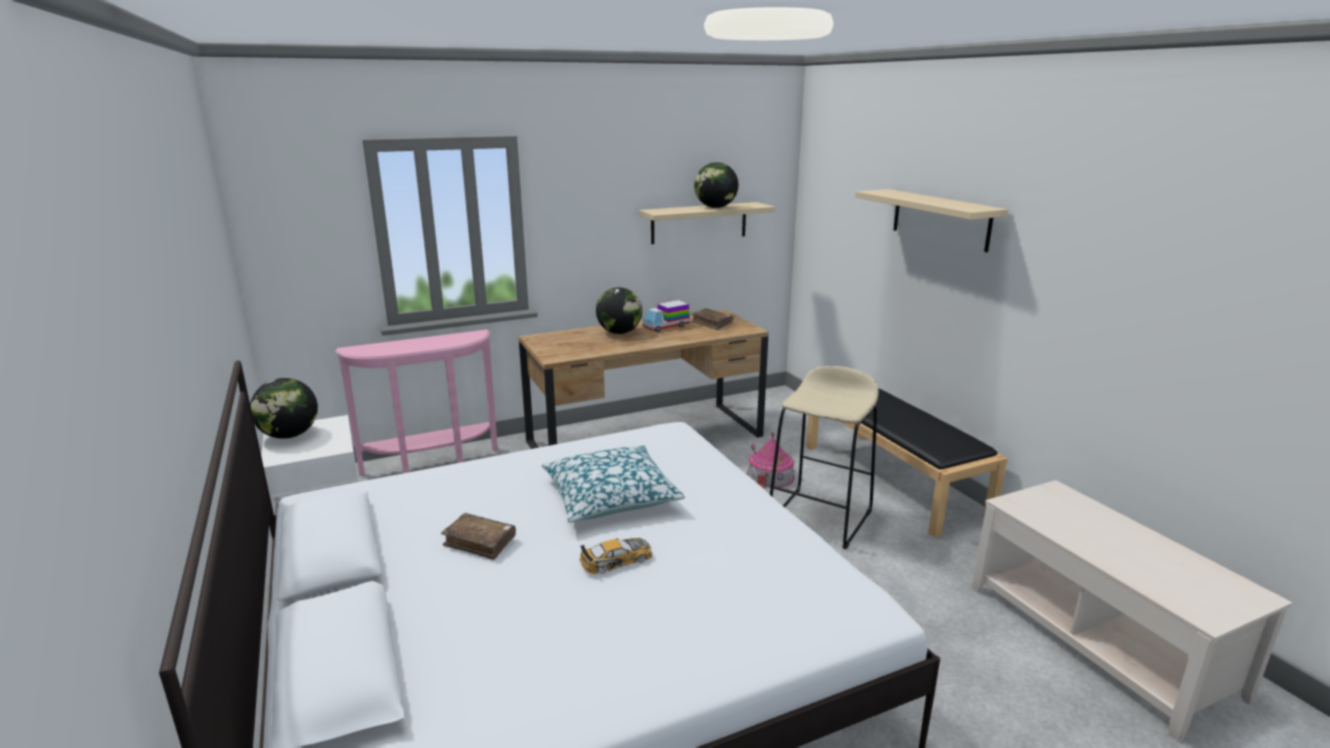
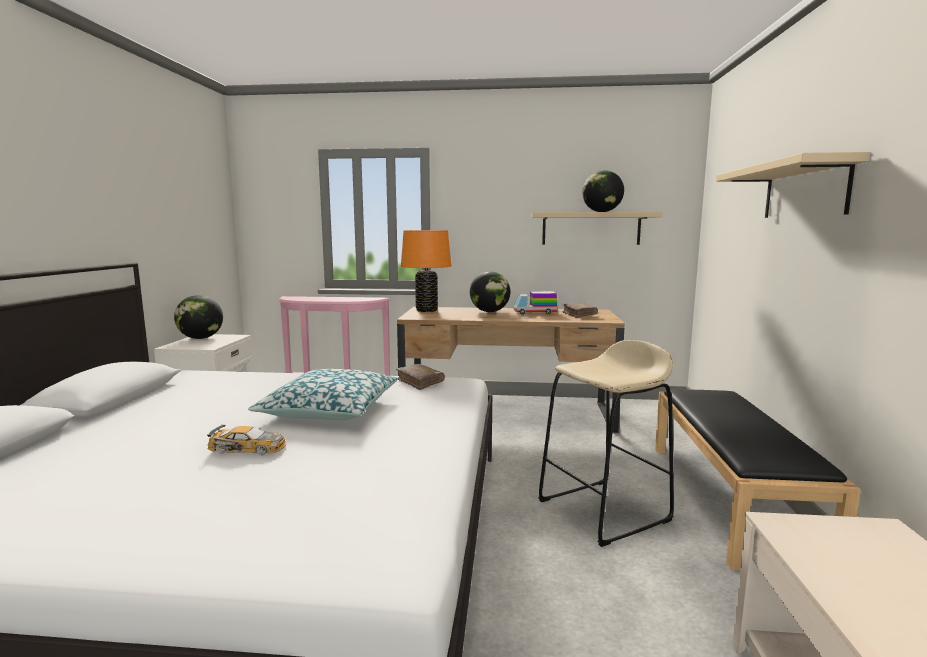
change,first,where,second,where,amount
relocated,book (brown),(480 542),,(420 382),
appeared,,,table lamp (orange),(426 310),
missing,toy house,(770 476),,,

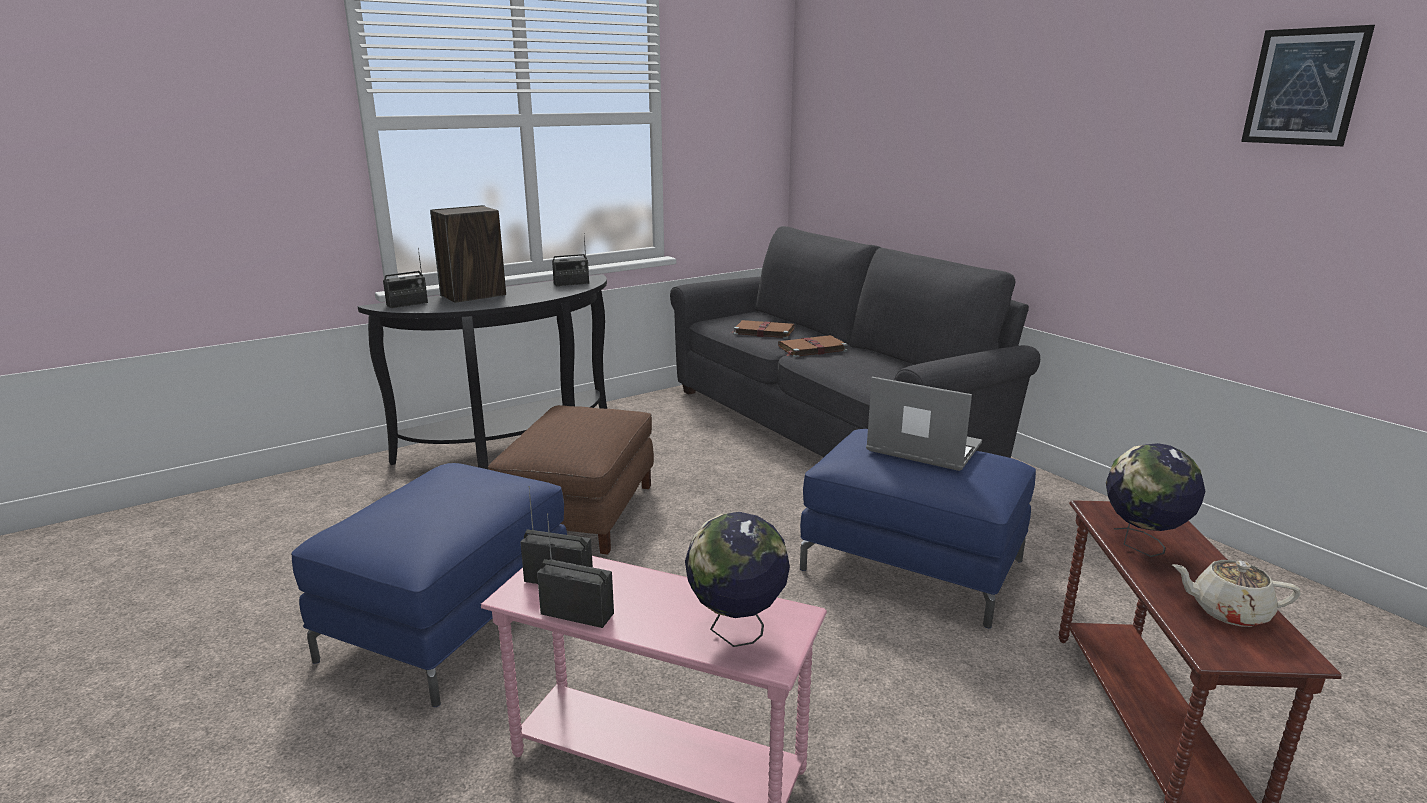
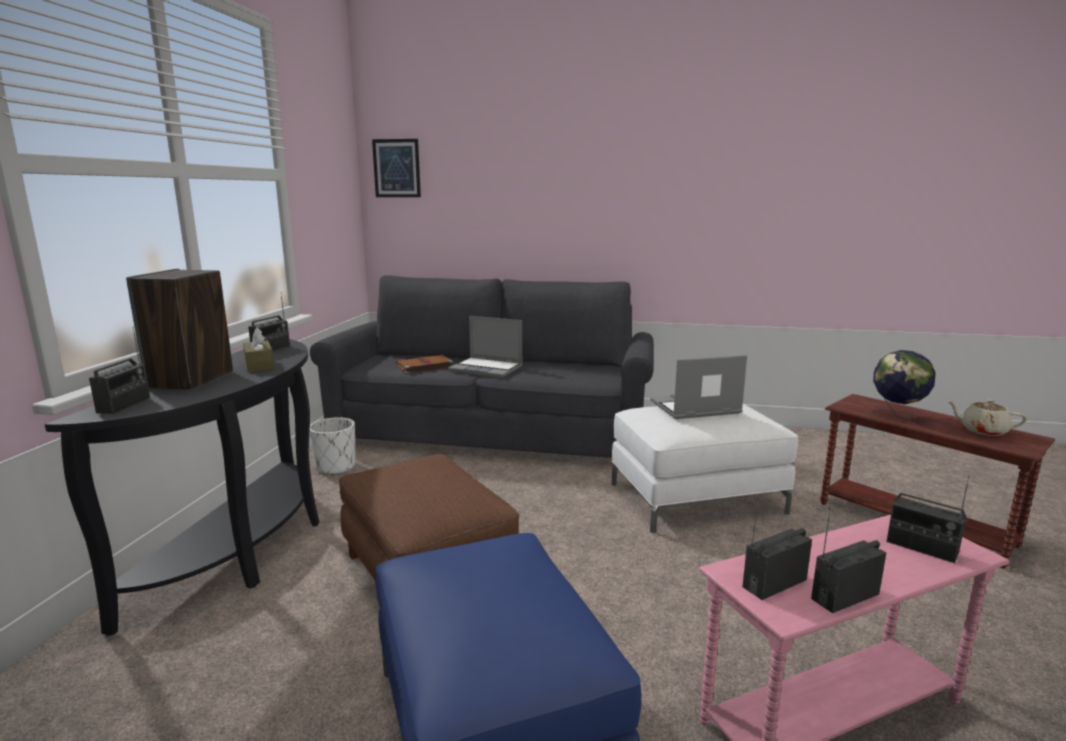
change,first,where,second,where,amount
appeared,,,tissue box (brown),(259 365),
appeared,,,planter (white),(335 467),
relocated,picture,(1304 87),,(396 168),
exchanged,book (brown),(811 349),laptop,(487 369),
colour,ottoman (blue),(911 564),ottoman (white),(696 498),
exchanged,globe,(736 631),radio,(921 548),
spun,teapot (beige),(1228 611),,(982 430),60 degrees clockwise

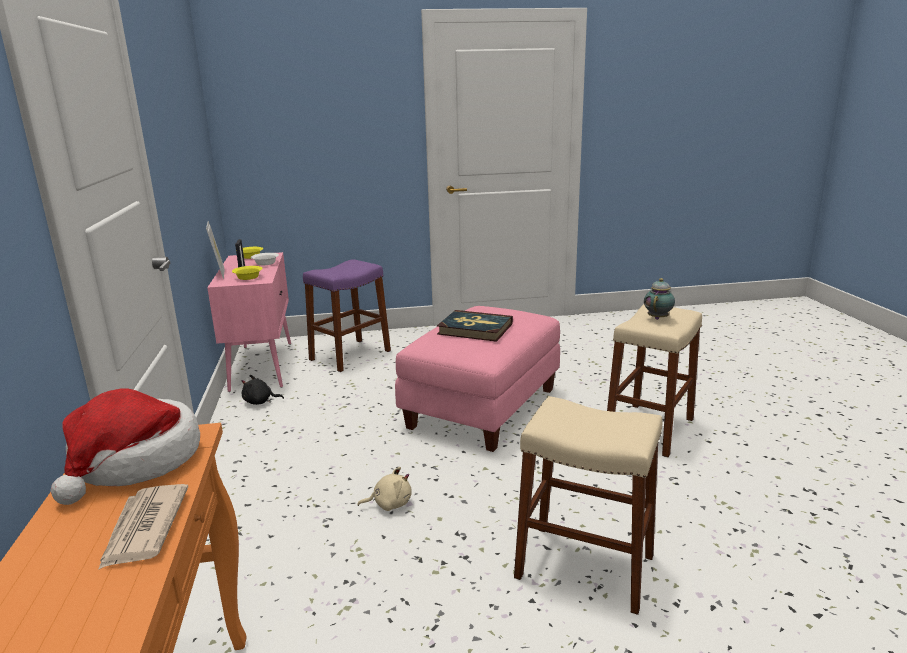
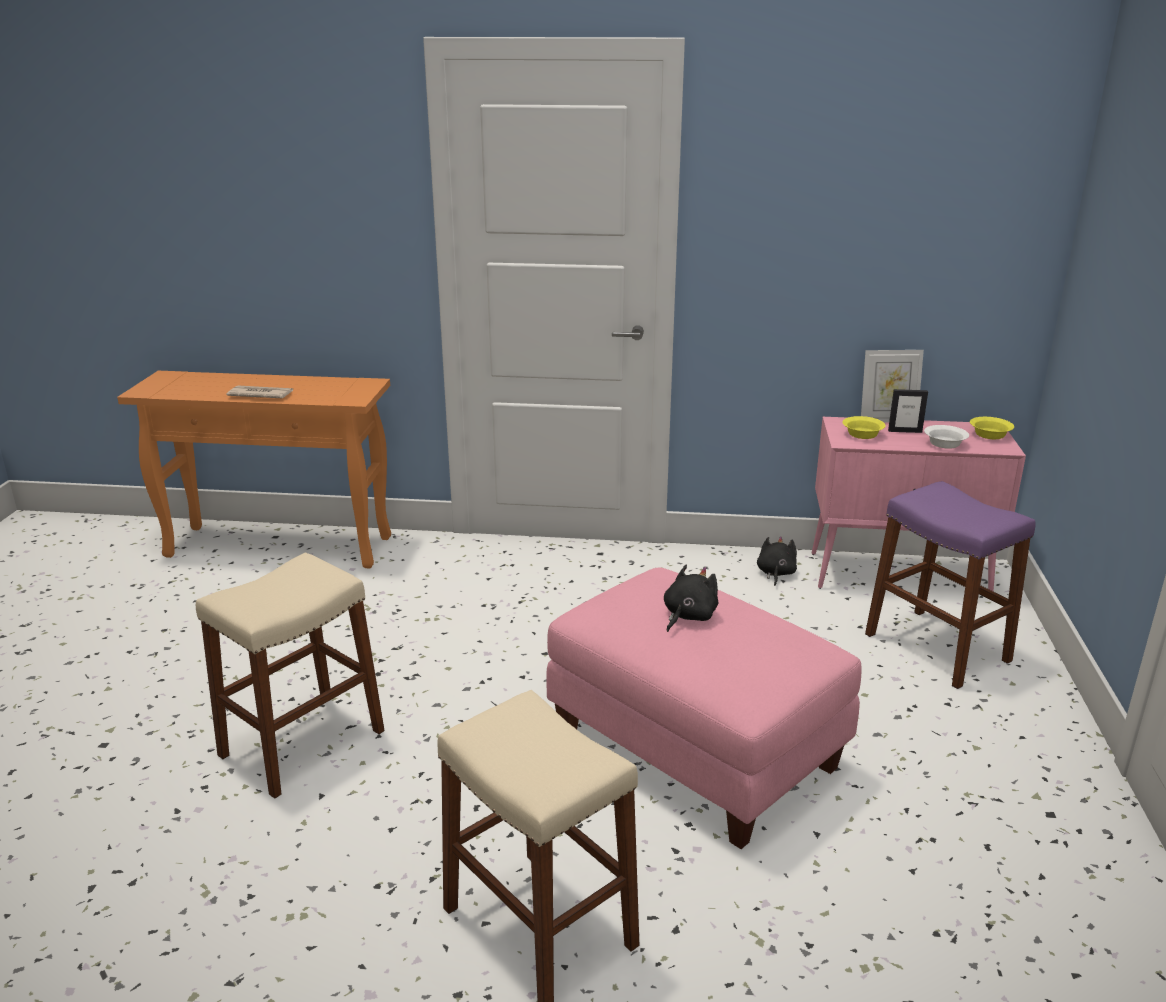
change,first,where,second,where,amount
exchanged,book,(475 329),plush toy (black),(688 616),
missing,hat,(135 462),,,
missing,plush toy (beige),(389 504),,,
missing,teapot,(658 318),,,

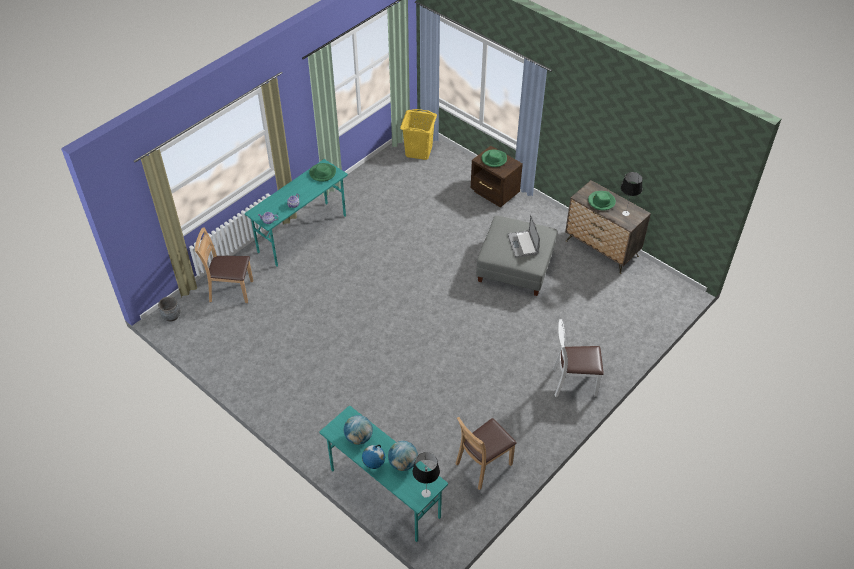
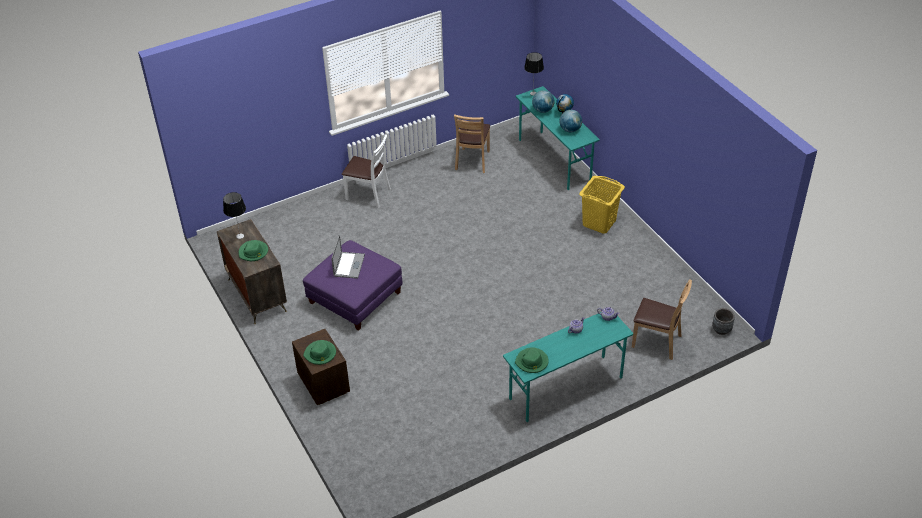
change,first,where,second,where,amount
colour,ottoman (grey),(515 267),ottoman (purple),(355 297),
spun,chair (brown),(483 465),,(472 161),120 degrees clockwise
relocated,laundry basket (yellow),(419 151),,(599 223),

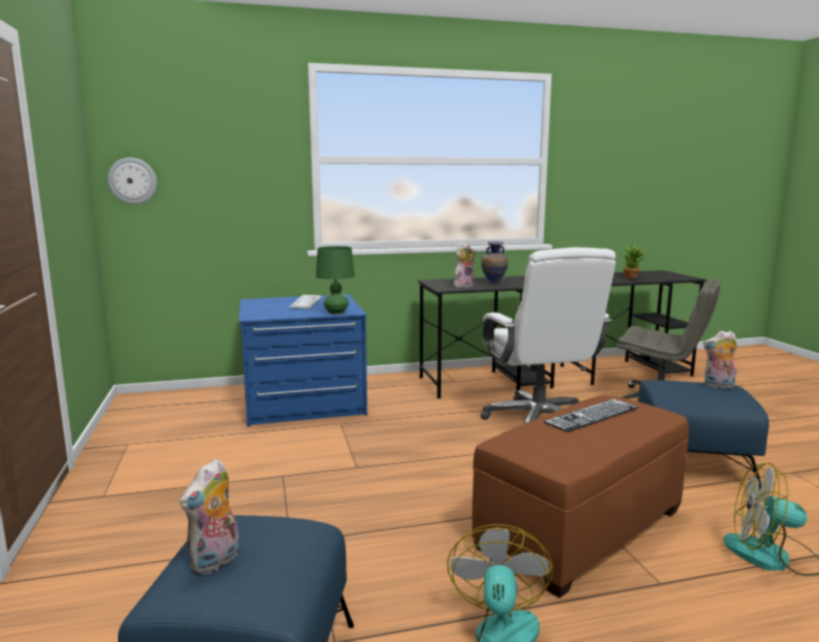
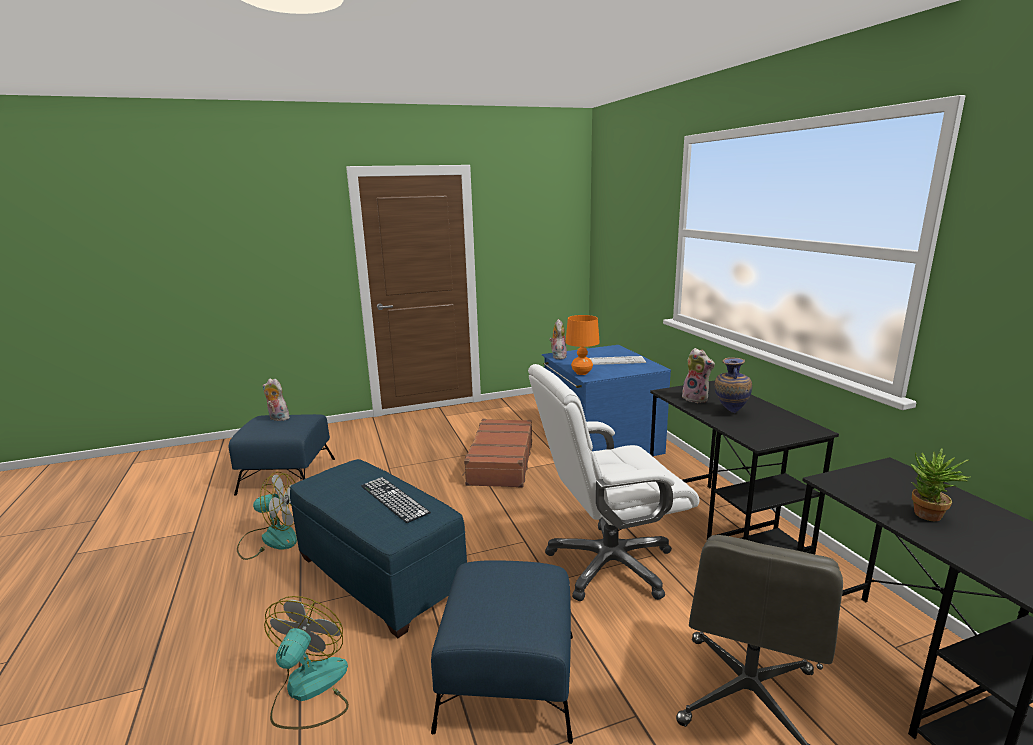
change,first,where,second,where,amount
colour,ottoman (brown),(581 530),ottoman (blue),(379 575),
appeared,,,suitcase (brown),(500 463),
relocated,plush toy,(718 386),,(558 356),
colour,table lamp (green),(336 312),table lamp (orange),(582 373),
missing,wall clock,(132 181),,,

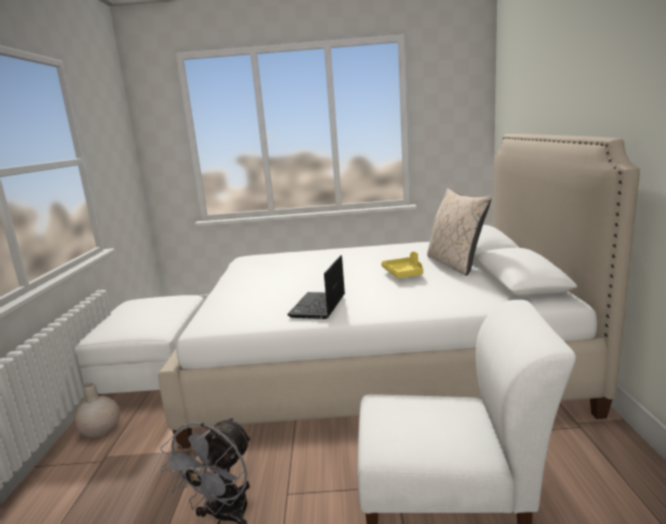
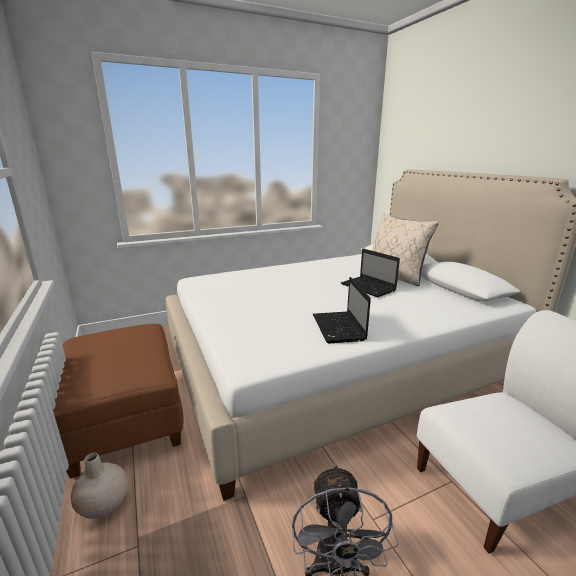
change,first,where,second,where,amount
colour,ottoman (white),(156 377),ottoman (brown),(127 419),
exchanged,tray (yellow),(404 273),laptop,(369 287),

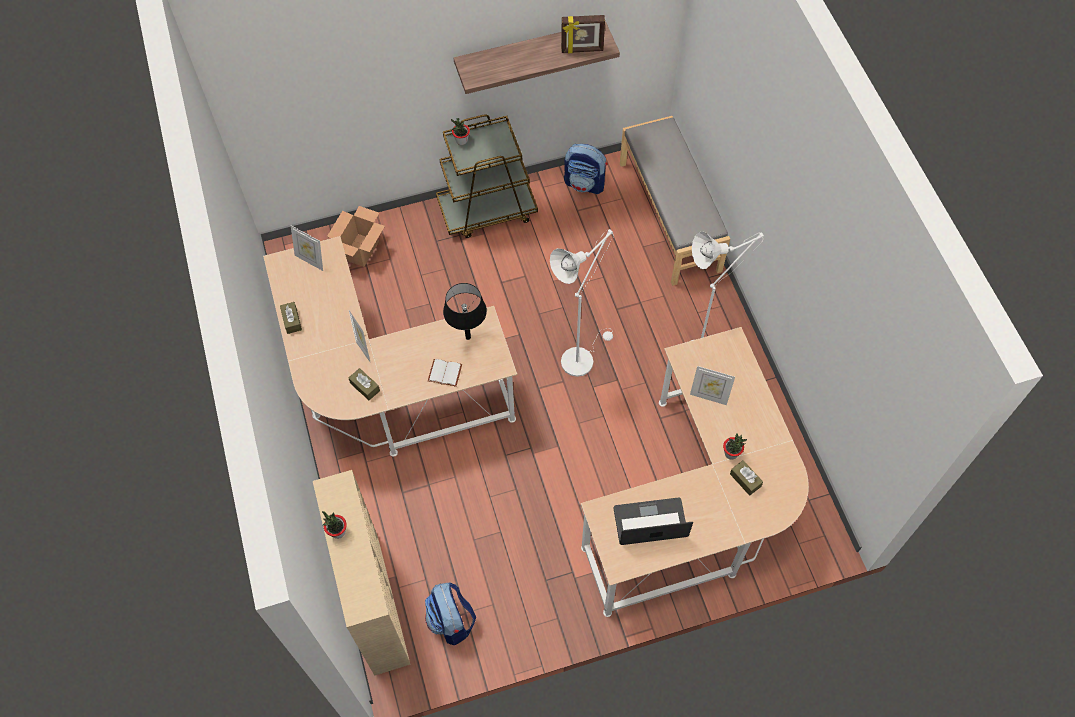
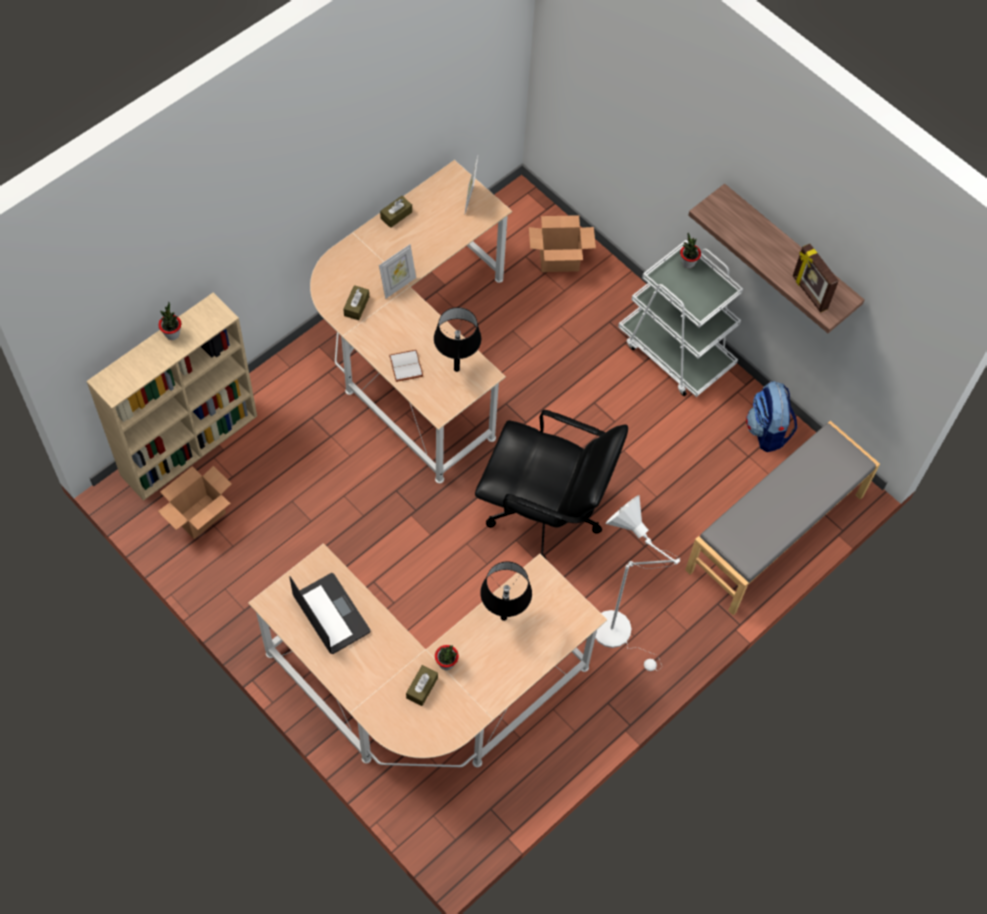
change,first,where,second,where,amount
exchanged,backpack,(451 621),cardboard box,(200 517),
exchanged,floor lamp (white),(581 357),office chair (black),(545 514),
exchanged,picture frame,(709 396),table lamp (black),(504 617),
colour,cart (brown),(488 210),cart (white),(676 352),

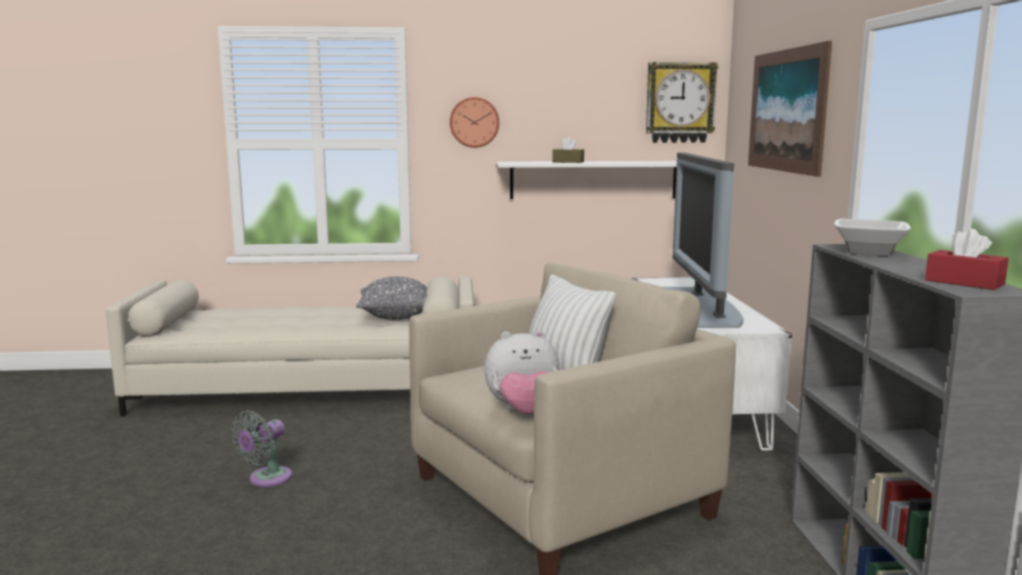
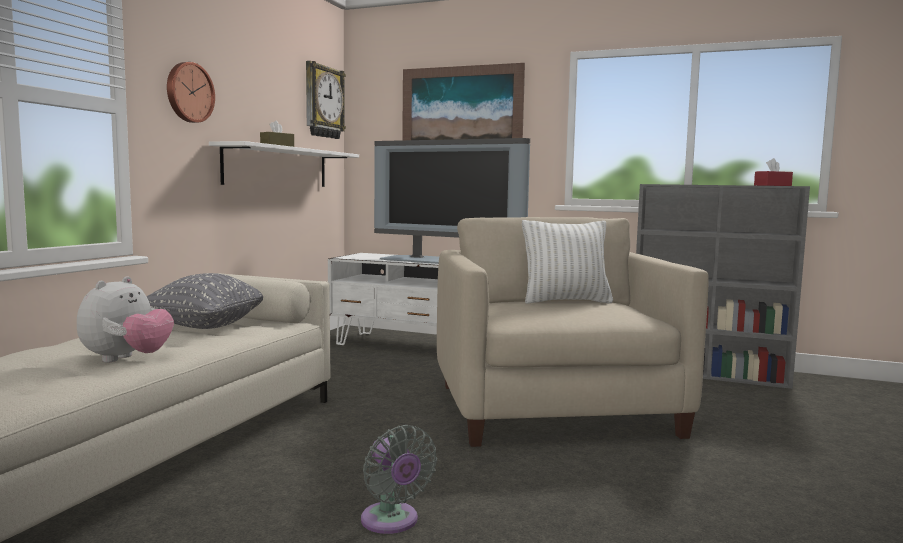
change,first,where,second,where,amount
relocated,plush toy,(523 412),,(127 359),
missing,bowl,(867 252),,,

